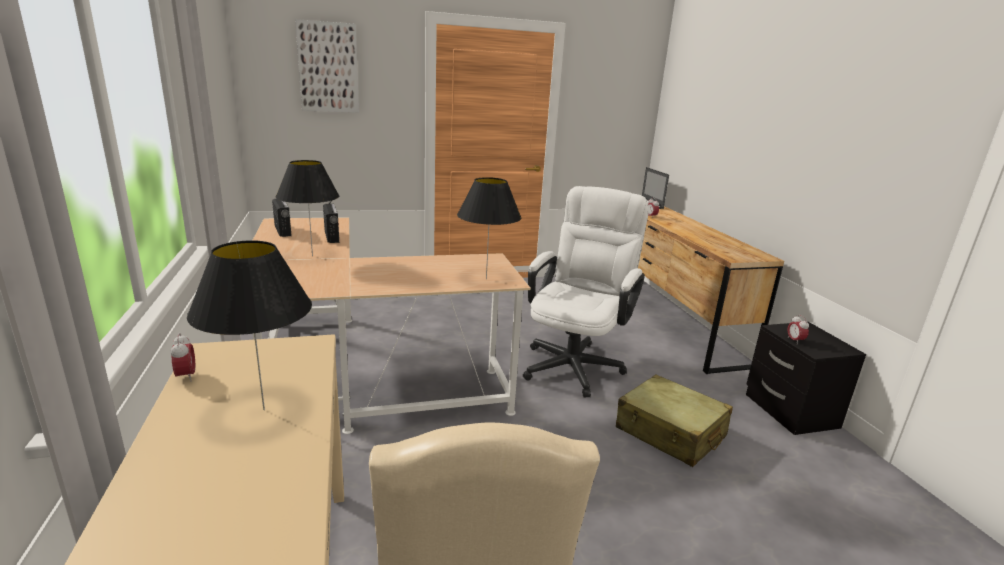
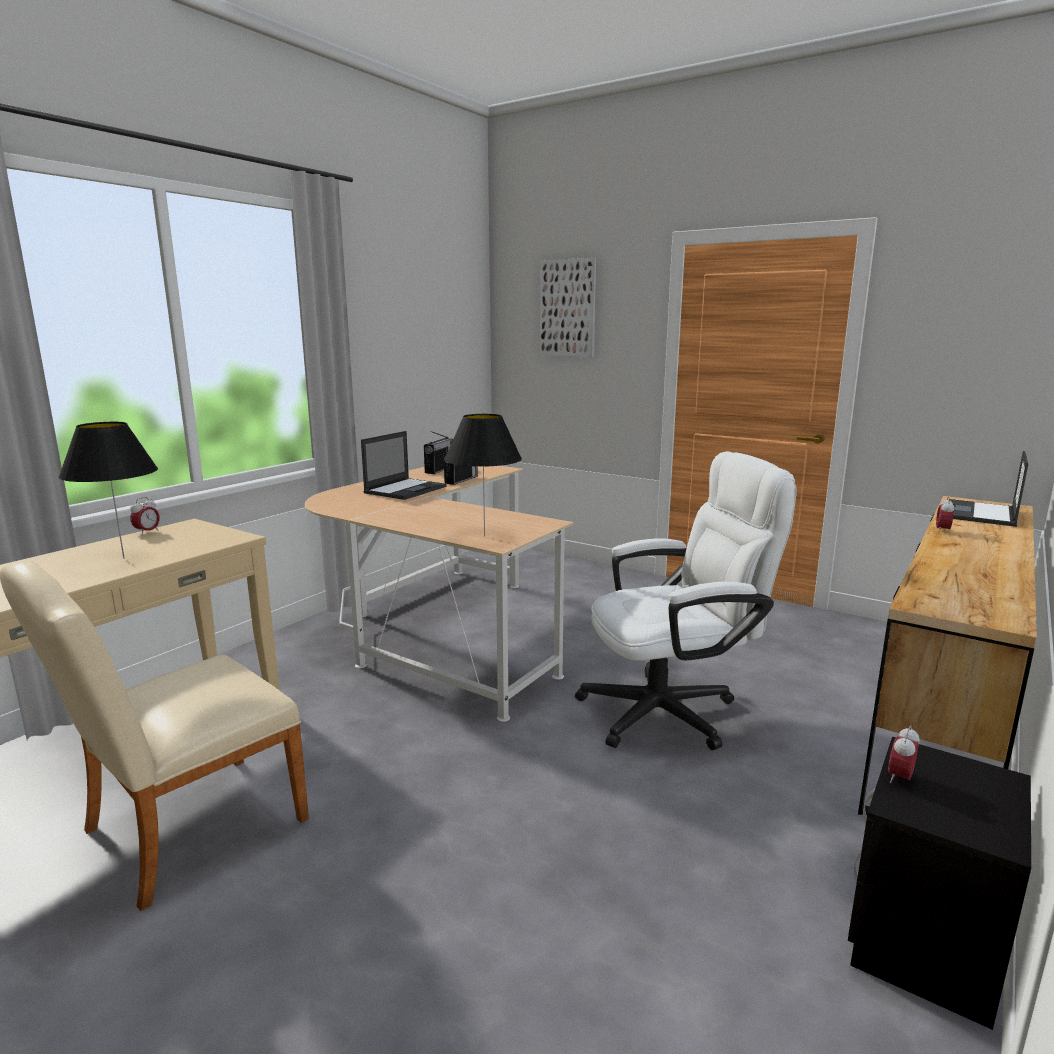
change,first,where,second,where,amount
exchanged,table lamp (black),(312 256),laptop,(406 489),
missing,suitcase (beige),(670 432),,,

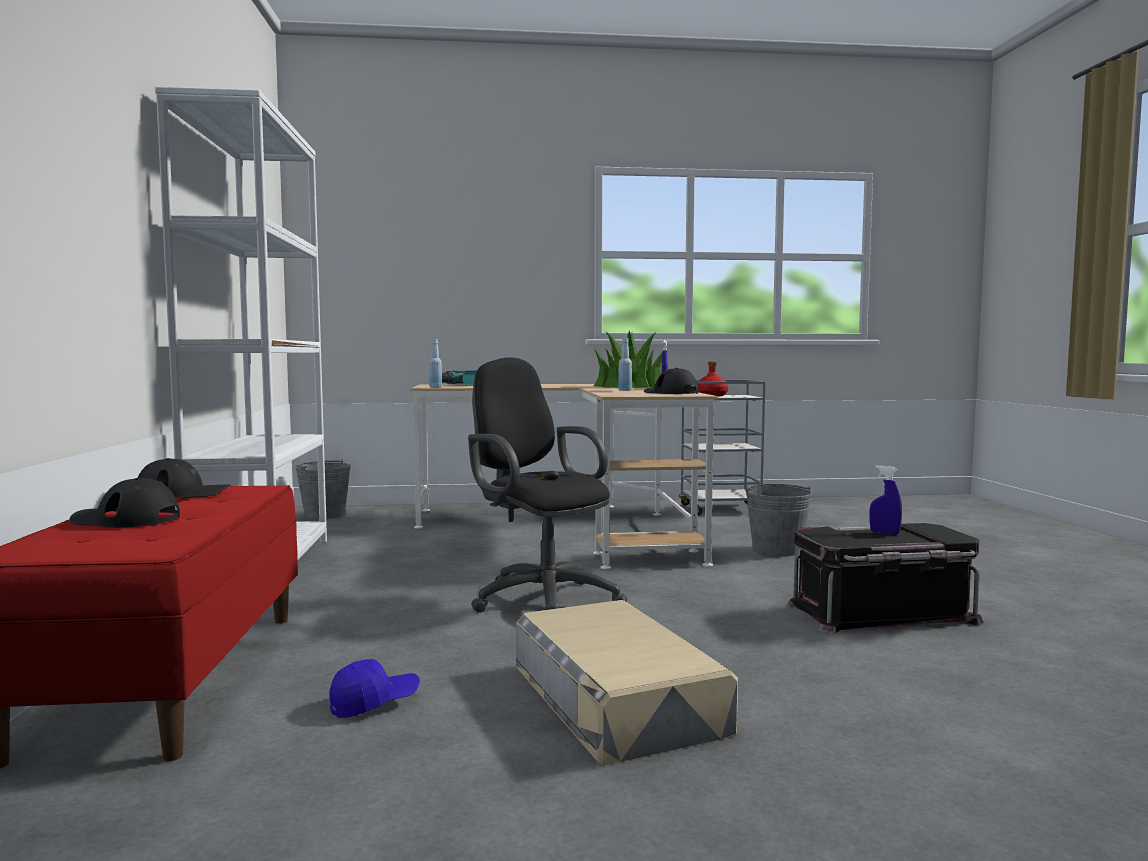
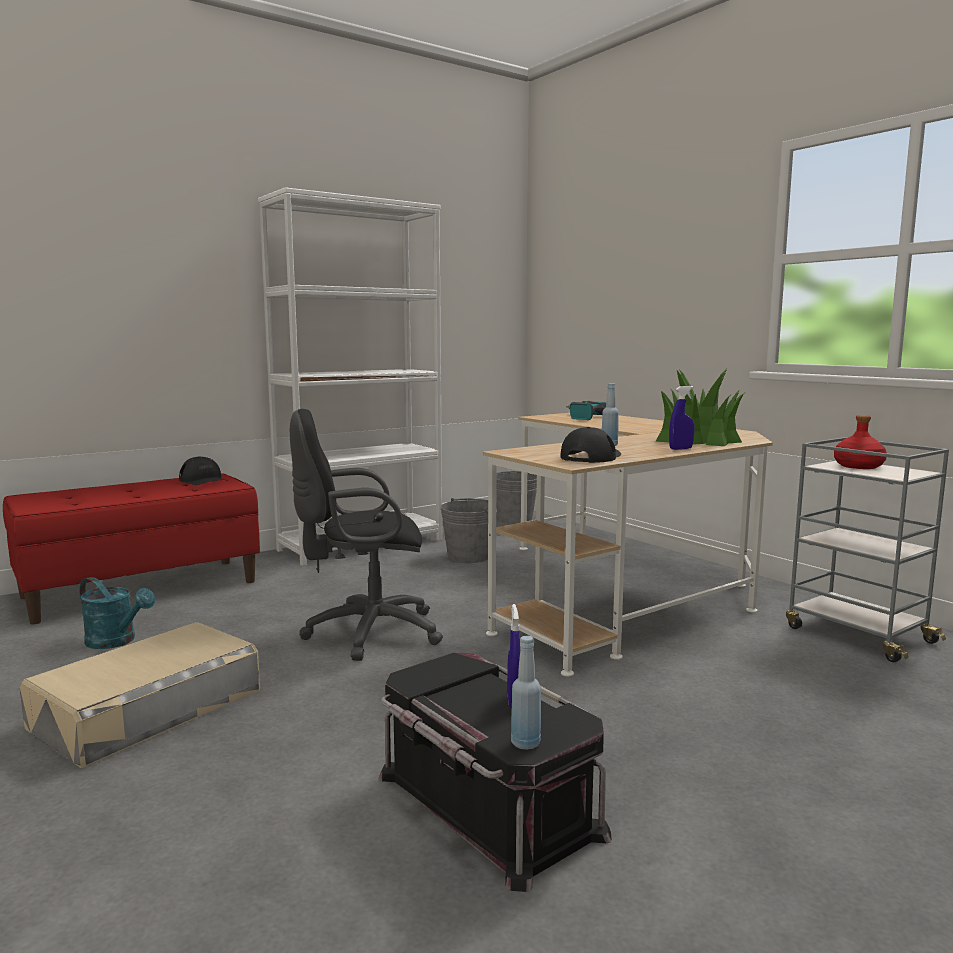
change,first,where,second,where,amount
exchanged,cap (blue),(374 703),watering can (turquoise),(117 642),
spun,office chair (black),(541 599),,(365 633),120 degrees counterclockwise
relocated,bucket (grey),(776 550),,(468 557),
relocated,bottle (blue),(435 387),,(525 743),
missing,cap (black),(126 519),,,

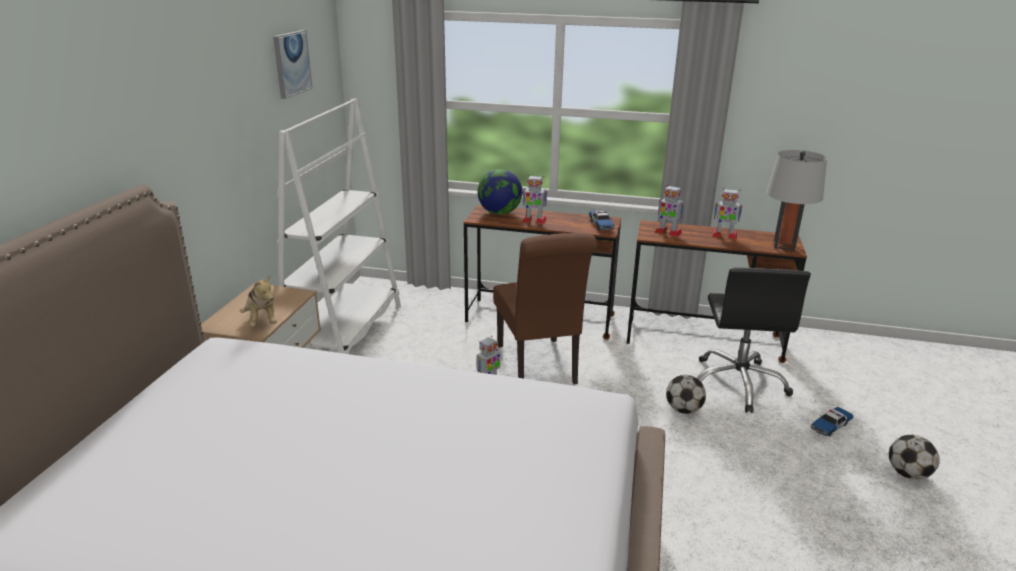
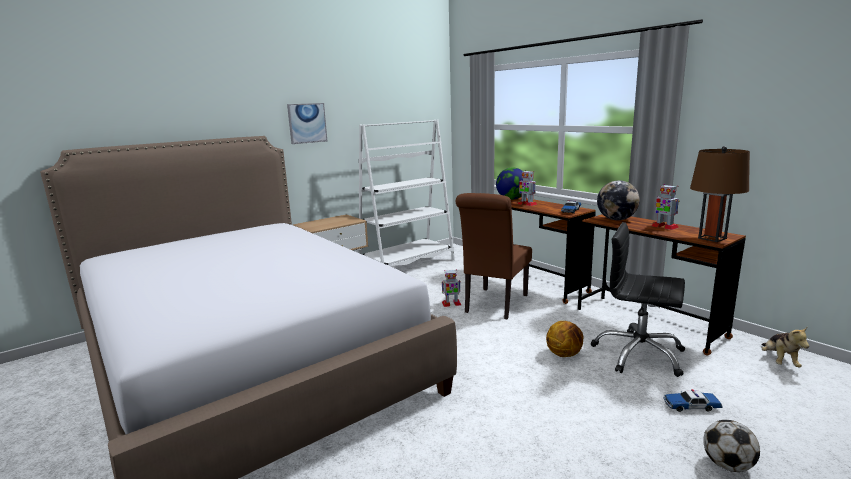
change,first,where,second,where,amount
relocated,picture,(291 63),,(307 123),
exchanged,football,(683 410),basketball,(564 354),
spun,office chair (black),(738 383),,(639 354),75 degrees clockwise
exchanged,toy robot,(667 232),globe,(616 219),
colour,table lamp (grey),(784 245),table lamp (brown),(712 238),
relocated,plush toy,(262 320),,(779 361),

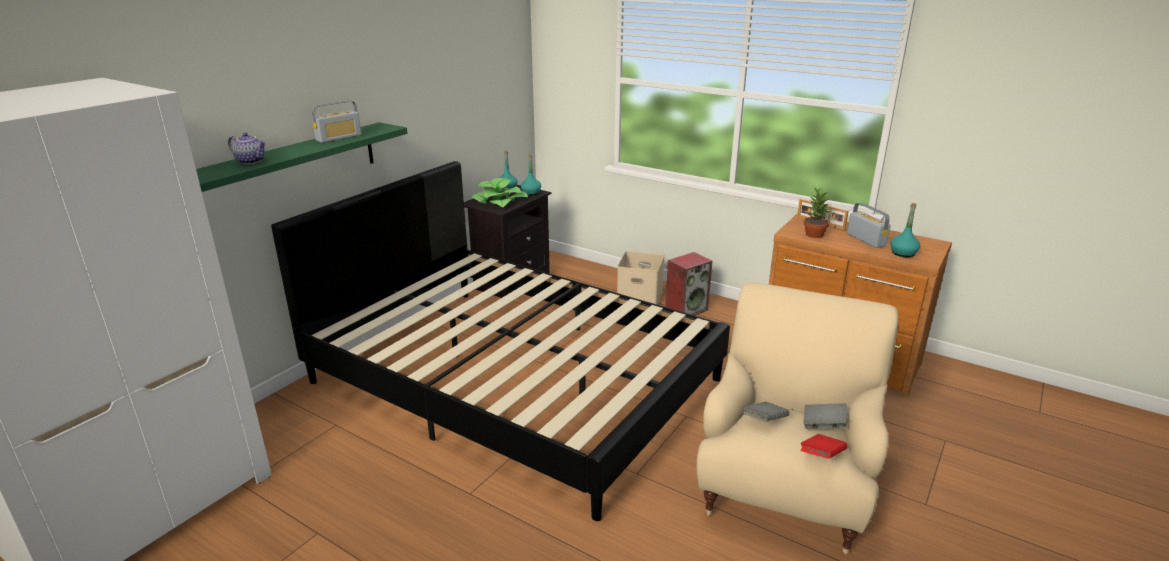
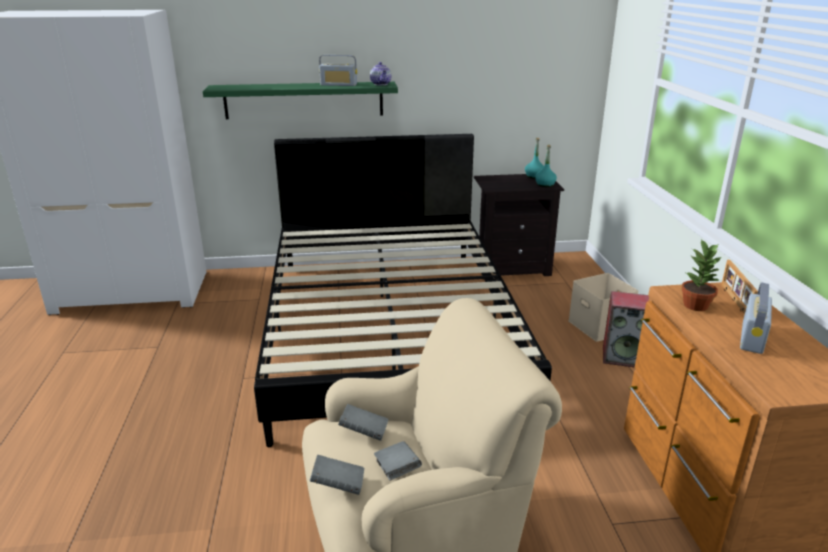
change,first,where,second,where,amount
colour,book (red),(821 456),book (grey),(338 485),
relocated,teapot,(251 161),,(381 84),
missing,potted plant,(499 202),,,
missing,bottle (turquoise),(903 253),,,

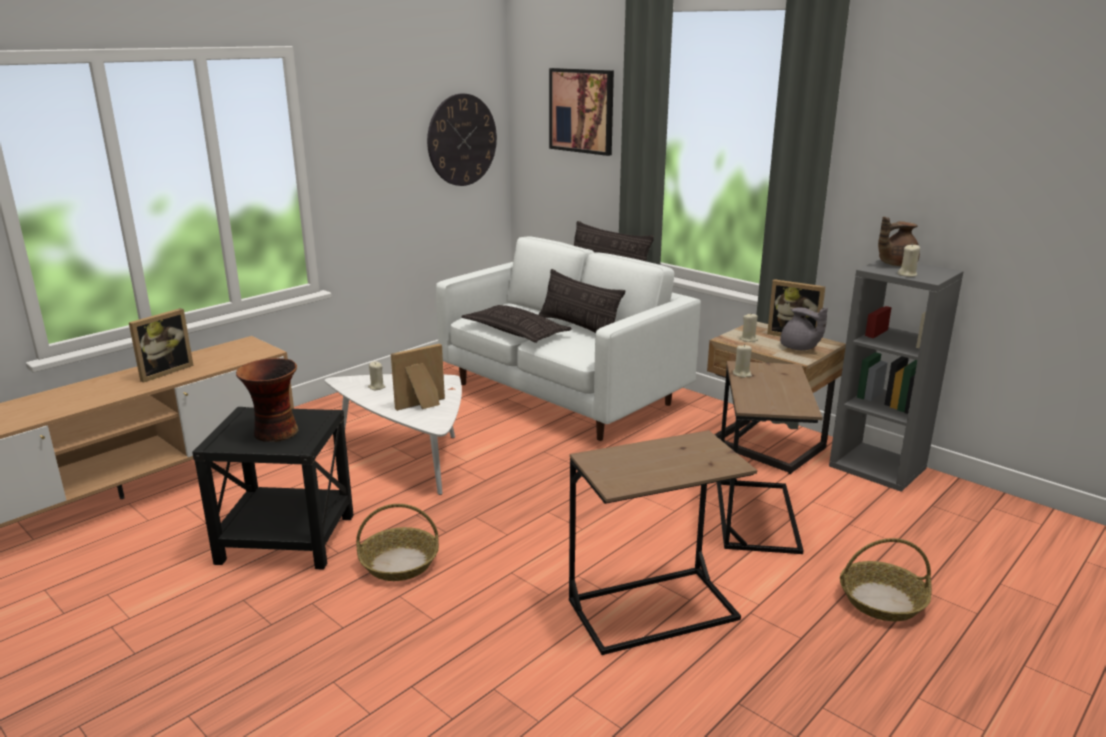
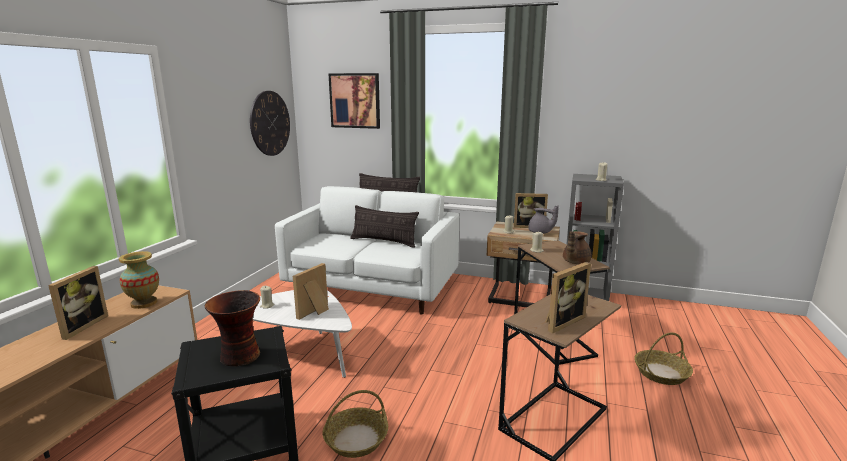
change,first,where,second,where,amount
appeared,,,vase,(144 303),
appeared,,,picture frame,(561 321),
relocated,teapot (brown),(895 264),,(575 262),
missing,pillow,(516 331),,,

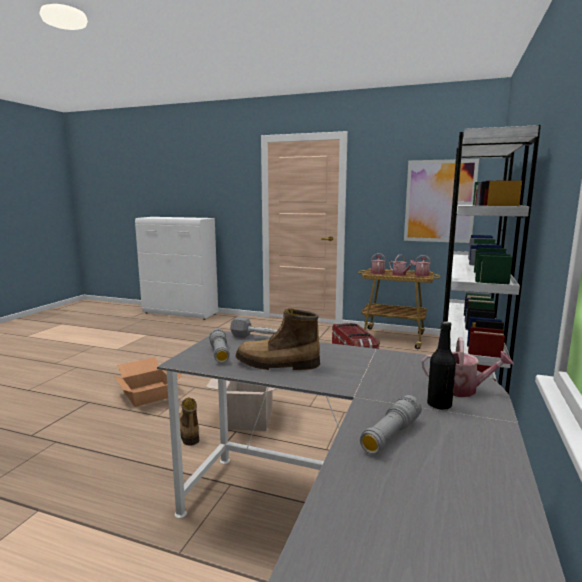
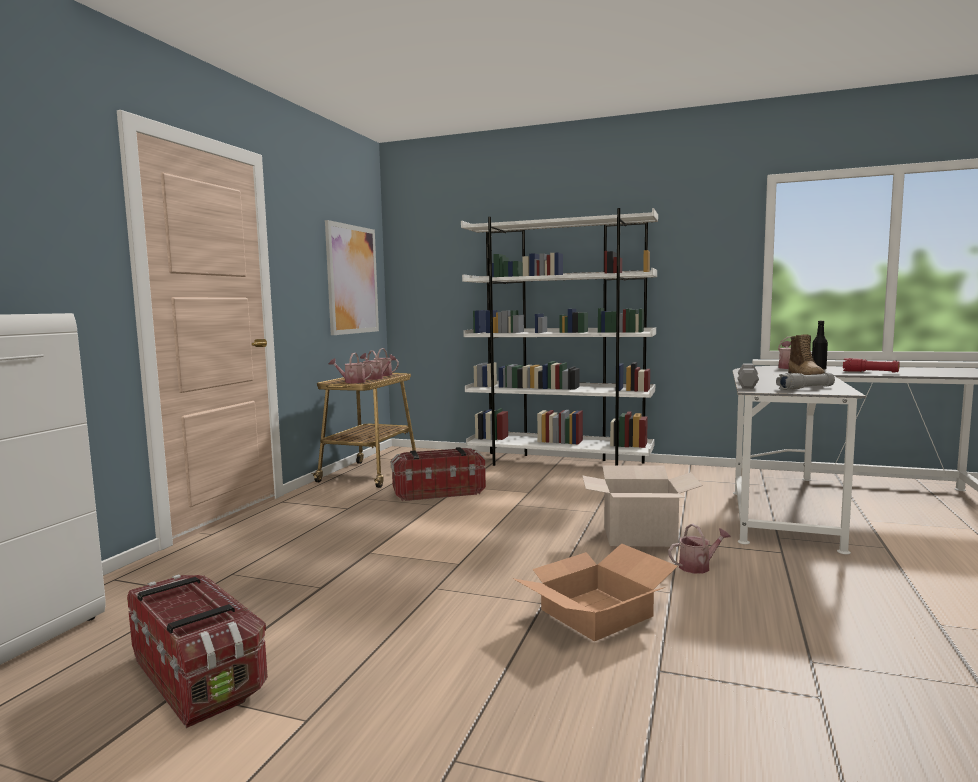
change,first,where,second,where,amount
appeared,,,storage box,(198 676),
exchanged,boot,(188 431),watering can,(698 566),
colour,flashlight (grey),(390 435),flashlight (red),(870 372),

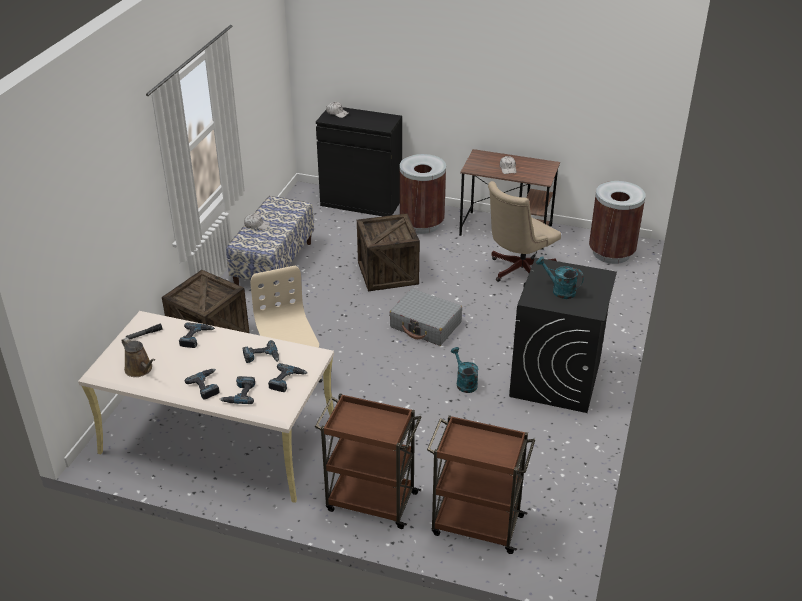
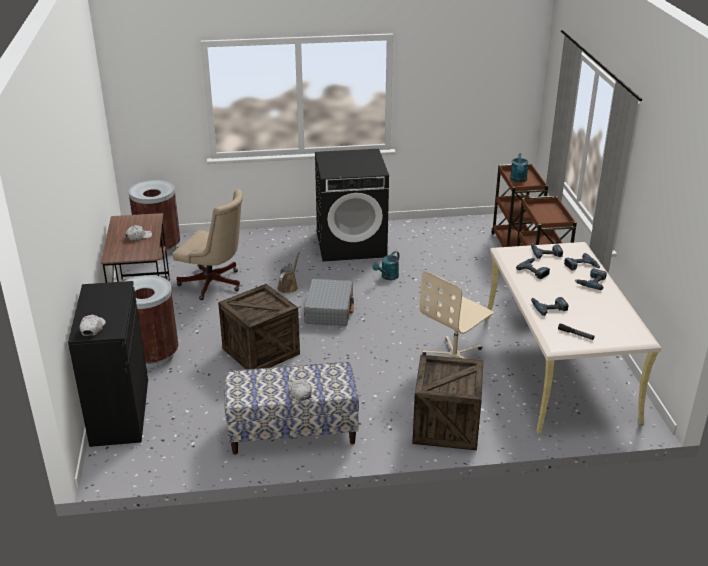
change,first,where,second,where,amount
relocated,watering can (brown),(140 369),,(288 286),
relocated,watering can (turquoise),(559 290),,(518 180),

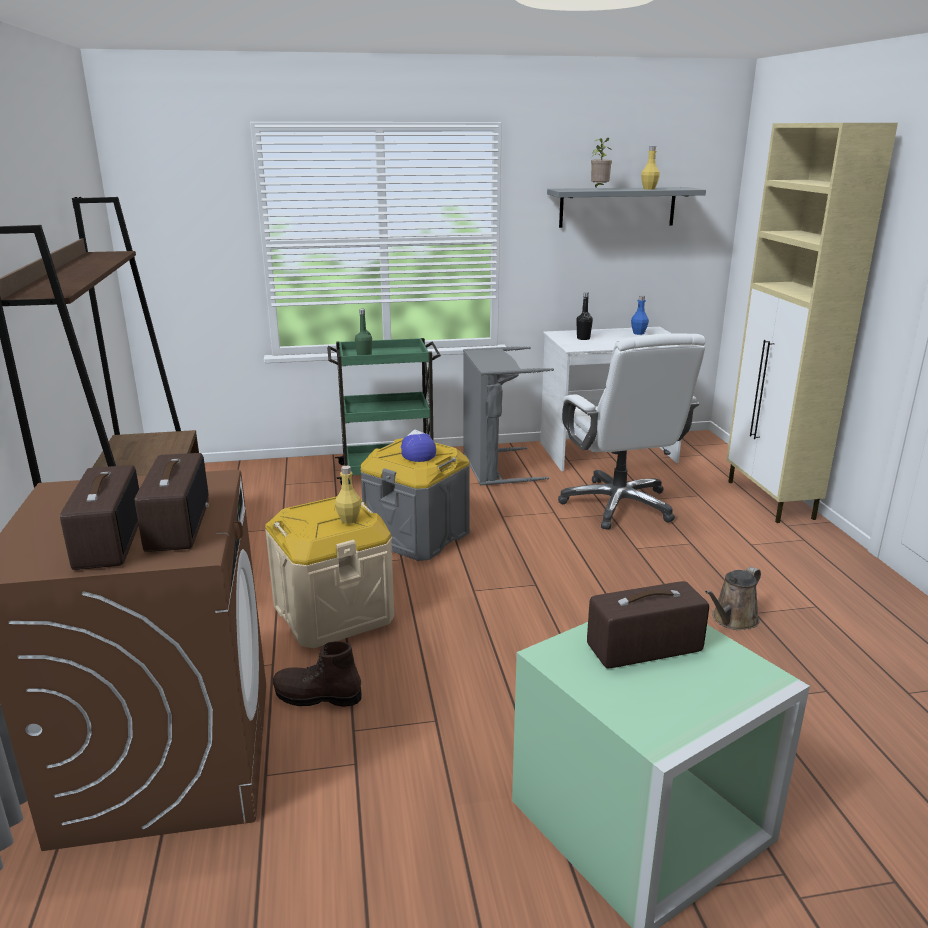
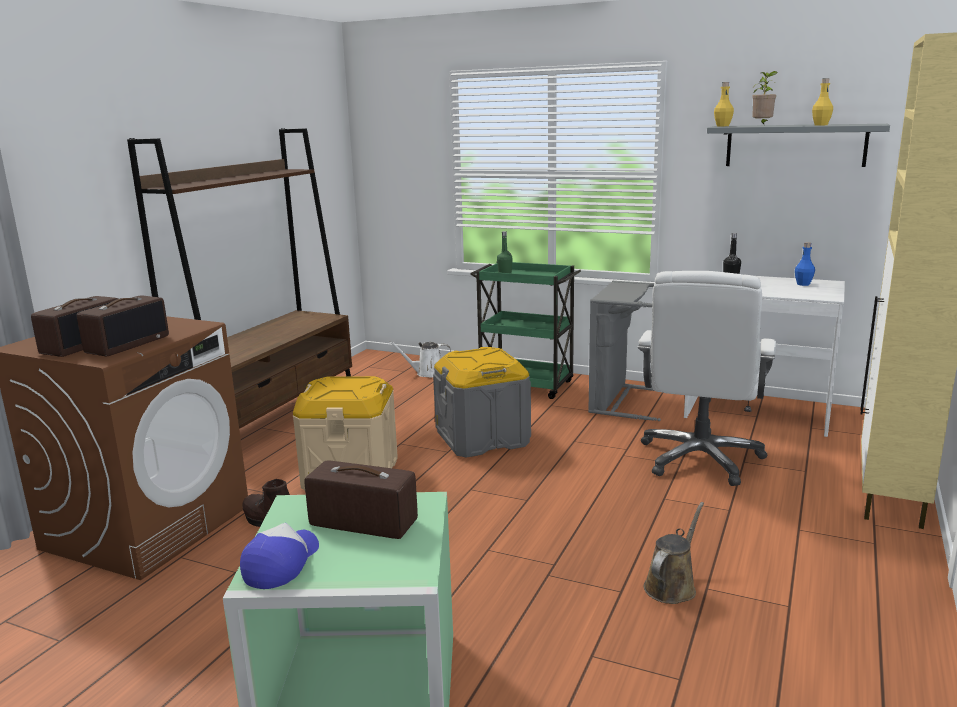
change,first,where,second,where,amount
relocated,cap,(416 452),,(281 563),
appeared,,,watering can (white),(427 373),
spun,watering can (brown),(732 620),,(672 586),135 degrees clockwise
relocated,bottle (yellow),(349 520),,(722 126),

